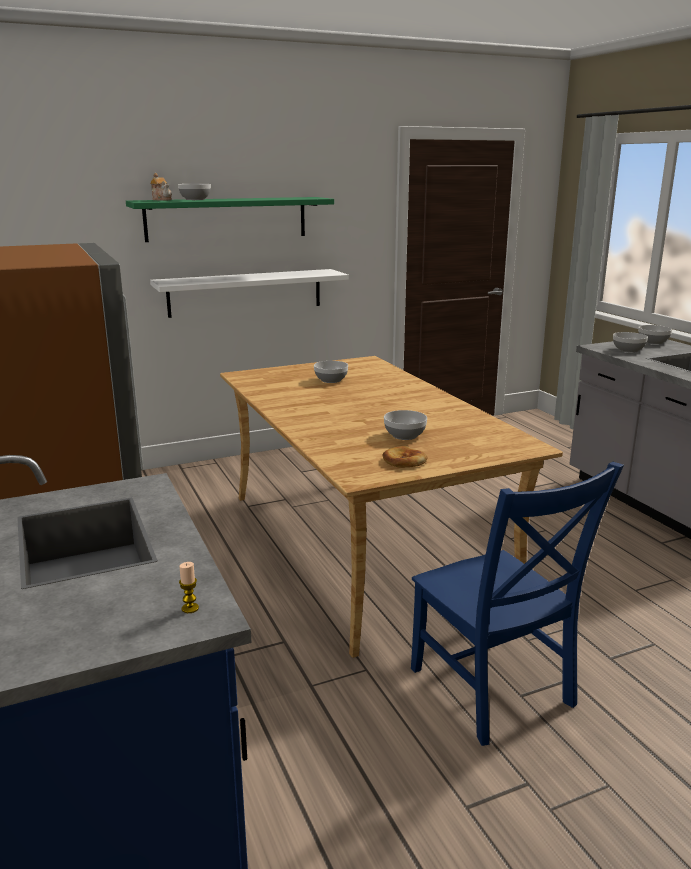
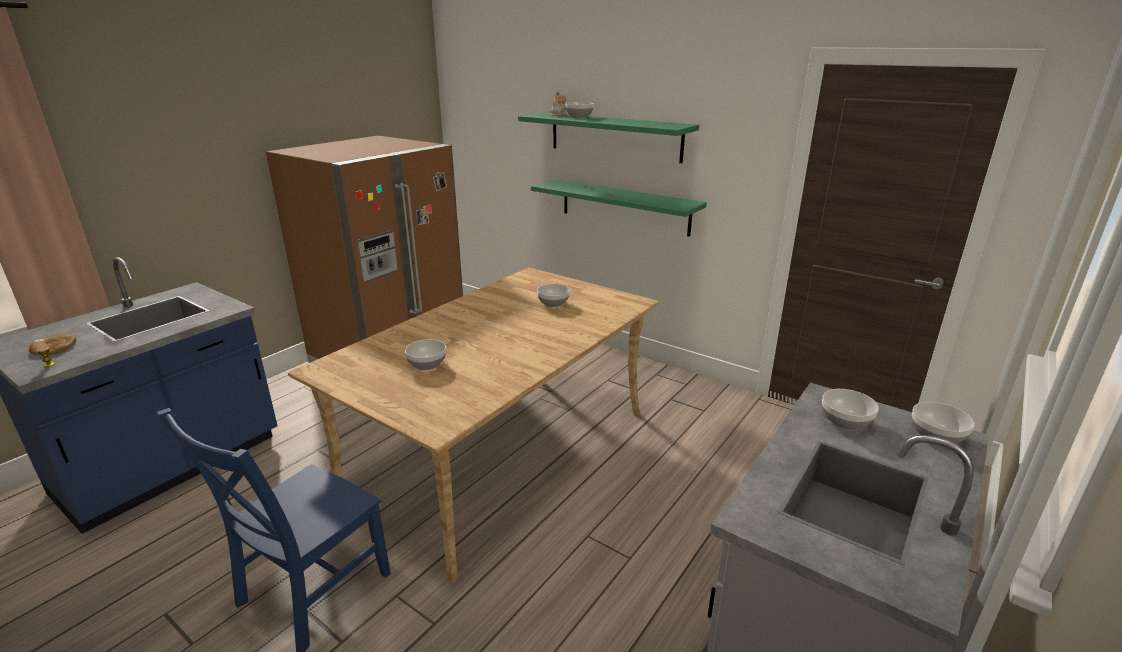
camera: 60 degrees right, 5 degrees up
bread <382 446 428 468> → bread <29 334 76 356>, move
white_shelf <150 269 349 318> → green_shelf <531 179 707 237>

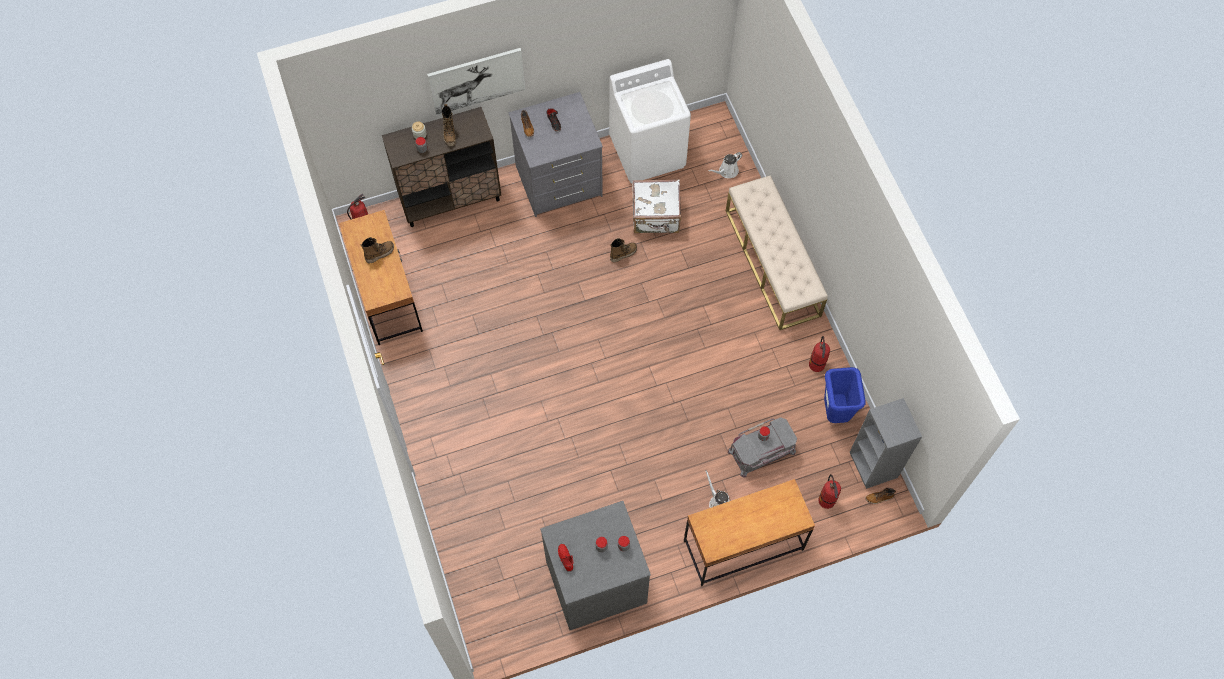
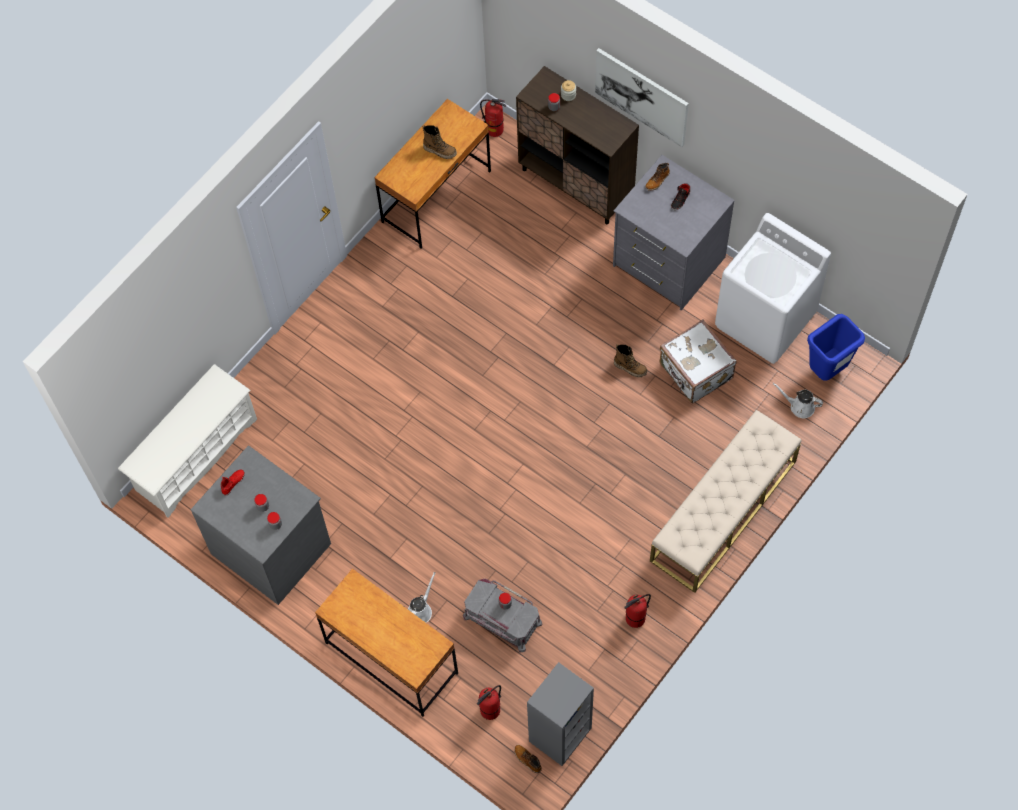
camera: 60 degrees right, 0 degrees up
boot <442 104 456 146> → -
- → white_shoe_rack <118 364 257 518>
blue_trash_can <824 367 866 423> → blue_trash_can <807 314 865 381>, move

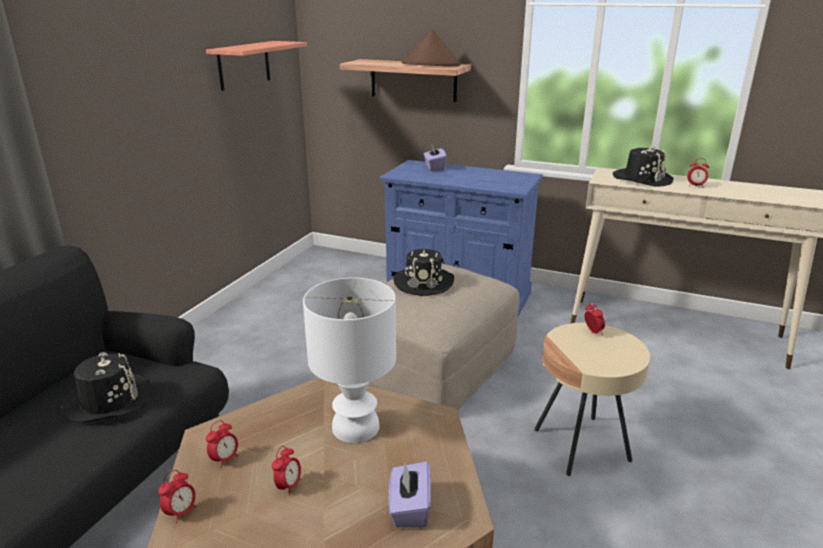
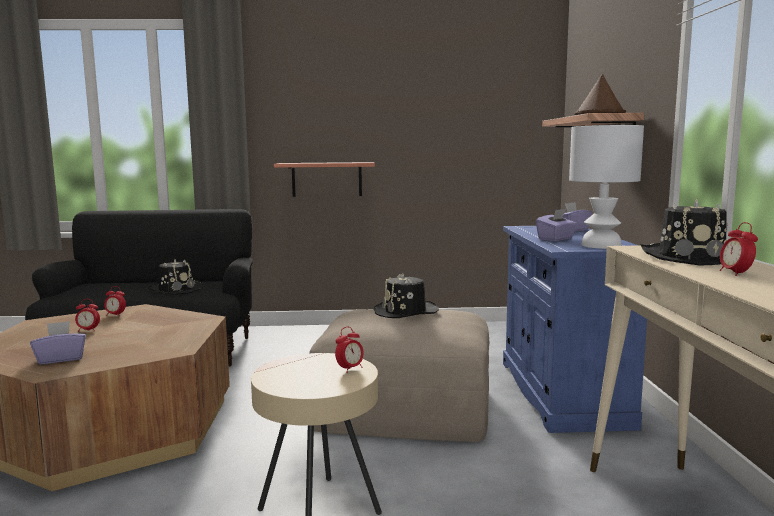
camera: 65 degrees right, 15 degrees down
alarm_clock <158 470 196 523> → -
- → purple_tissue_box <536 209 577 241>
shelf <206 41 307 91> → shelf <274 162 375 197>, move
white_table_lamp <303 278 396 443> → white_table_lamp <569 125 644 249>, move

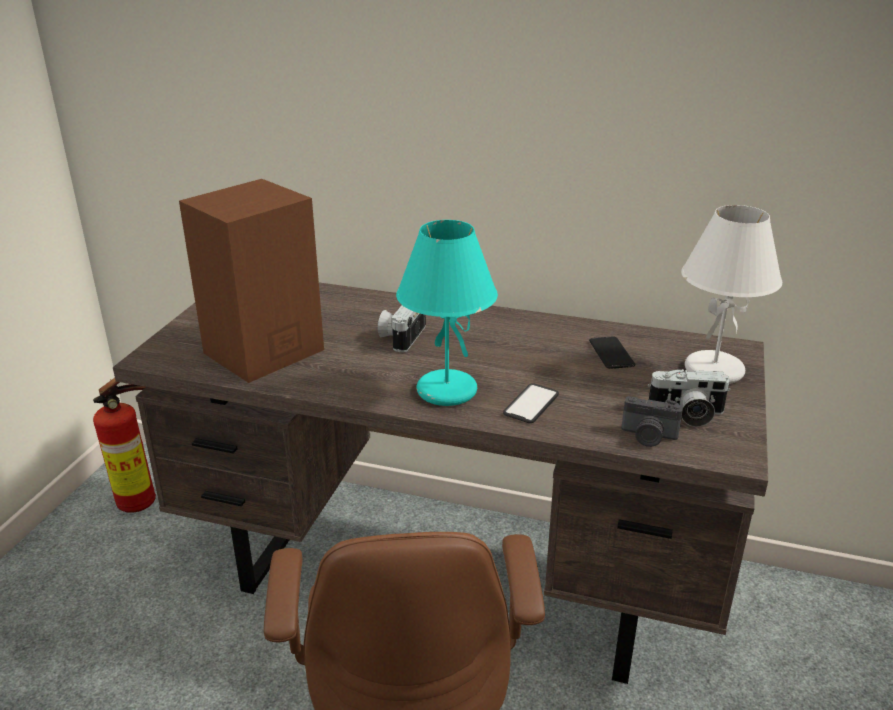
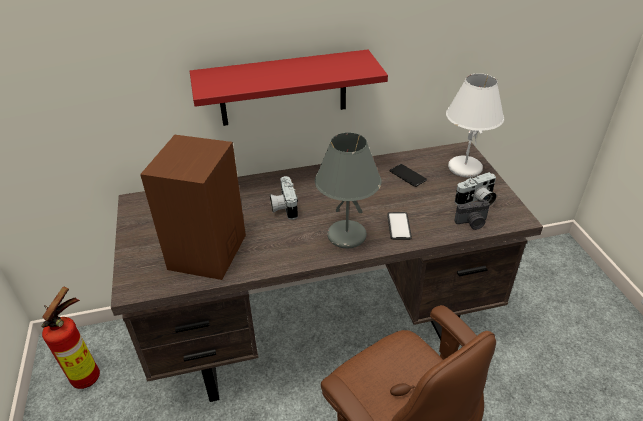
camera: 30 degrees left, 10 degrees up
- → red_shelf <190 50 388 126>
turquoise_table_lamp <396 220 498 406> → grey_table_lamp <315 132 381 248>

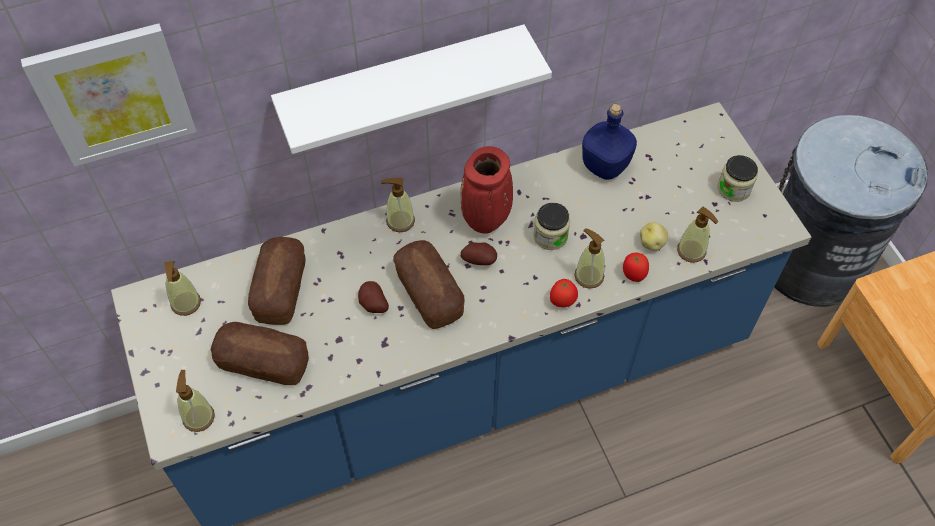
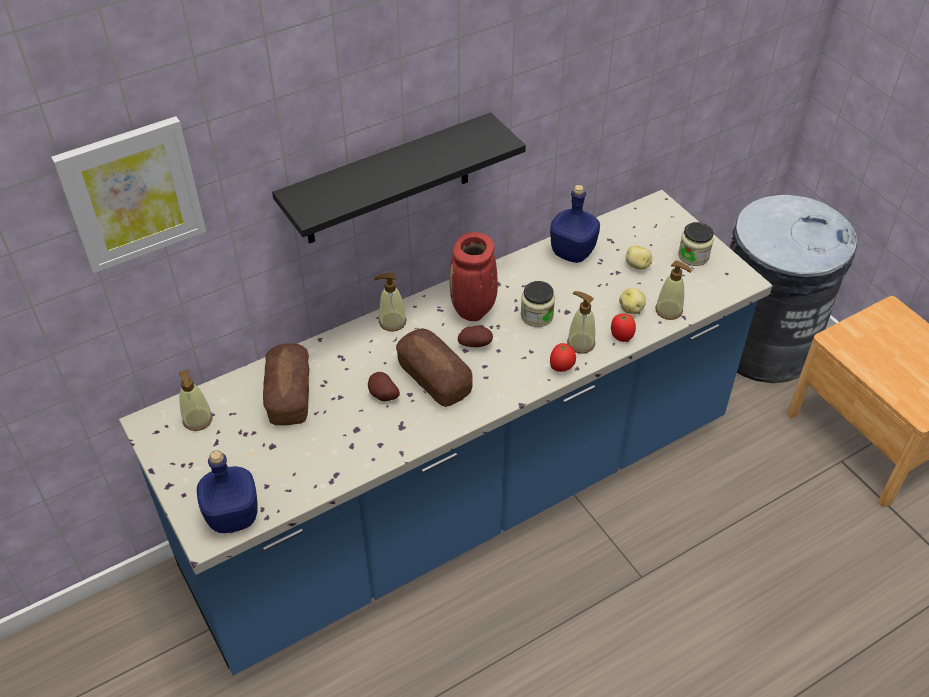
camera: 10 degrees left, 10 degrees down
bread <211 322 309 385> → -
- → potato <626 246 652 270>
soap_dispenser <176 370 215 432> → blue_bottle <197 450 258 533>
white_shelf <271 24 552 154> → black_shelf <272 112 526 244>

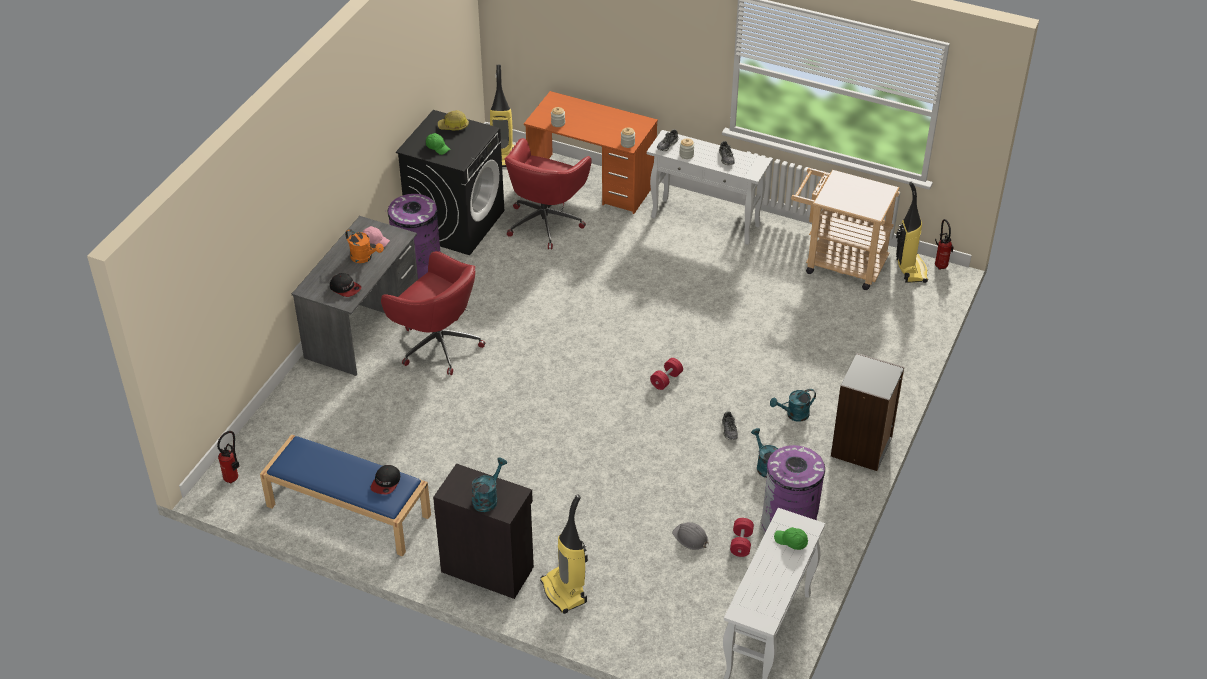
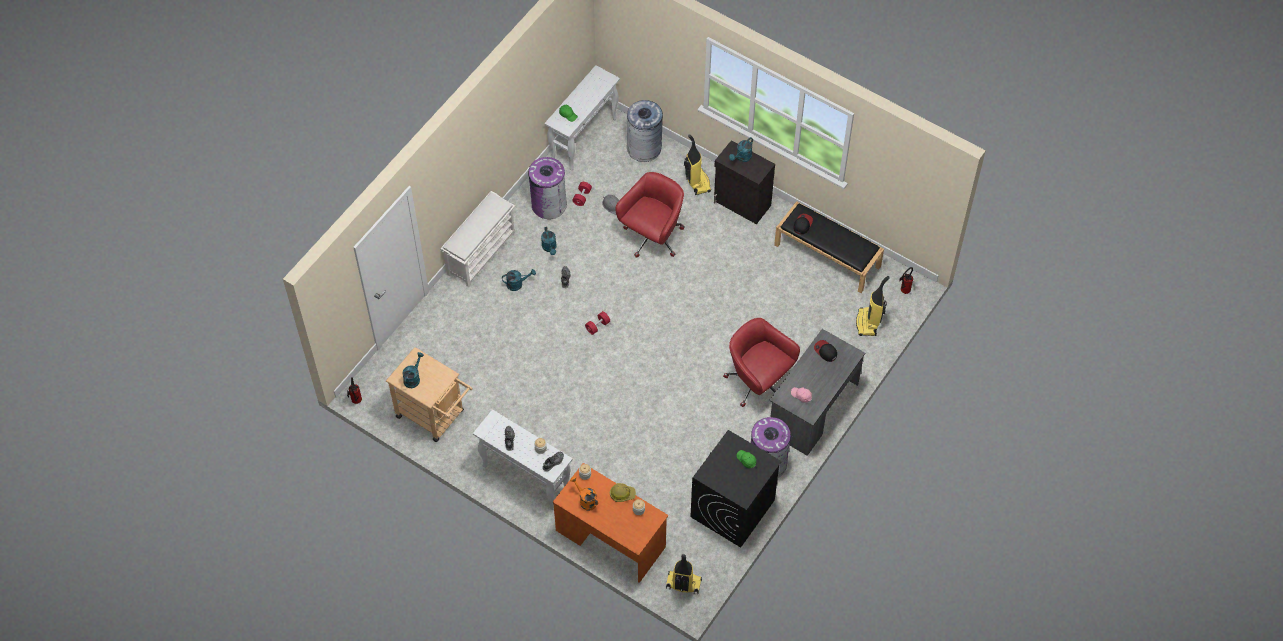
camera: 170 degrees left, 15 degrees up
- → turquoise_watering_can <402 352 424 388>
- → grey_trash_can <627 100 663 162>
orange_watering_can <345 229 384 263> → orange_watering_can <570 476 598 511>, move
hard_hat <438 110 469 130> → hard_hat <610 483 636 502>, move
red_office_chair <505 138 592 249> → red_office_chair <615 172 685 258>, move
vacuum_cleaner <896 181 928 283> → vacuum_cleaner <856 276 890 336>, move
grey_bookcase <831 353 904 471> → white_shoe_rack <440 191 515 287>
blue_bench <260 434 431 557> → black_bench <774 201 884 293>

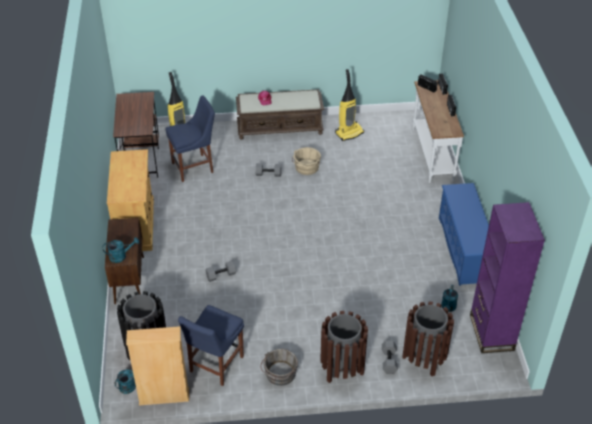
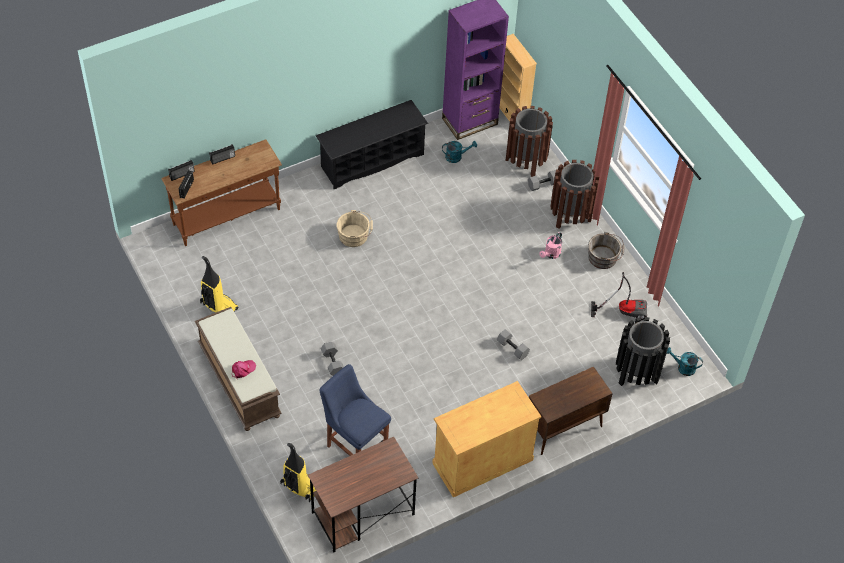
camera: 115 degrees left, 10 degrees up
turquoise_watering_can <103 237 139 263> → -
- → pink_watering_can <539 232 562 259>
beige_bookcase <126 326 189 405> → beige_bookcase <499 34 537 122>, move
beige_bucket <292 147 321 175> → beige_bucket <336 210 373 247>, move
blue_chair <178 305 244 386> → vacuum_cleaner <591 272 647 320>
white_console_table <413 80 464 183> → brown_console_table <162 139 282 246>
blue_shoe_rack <439 183 489 286> → black_shoe_rack <316 100 428 189>

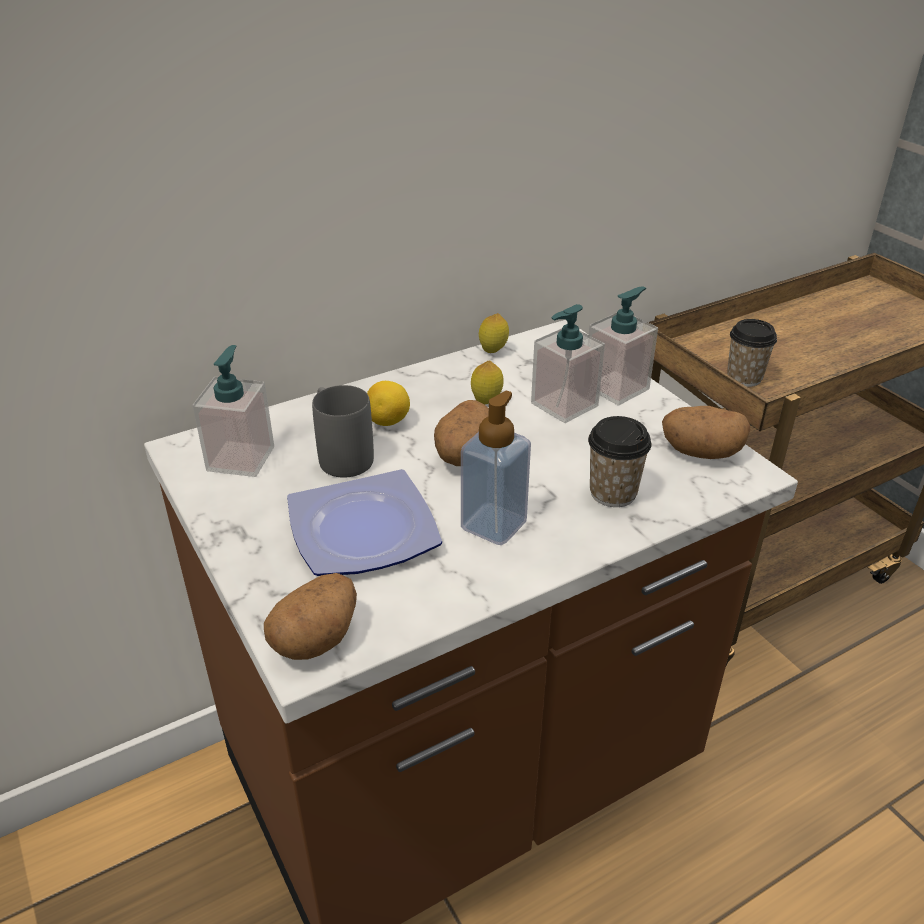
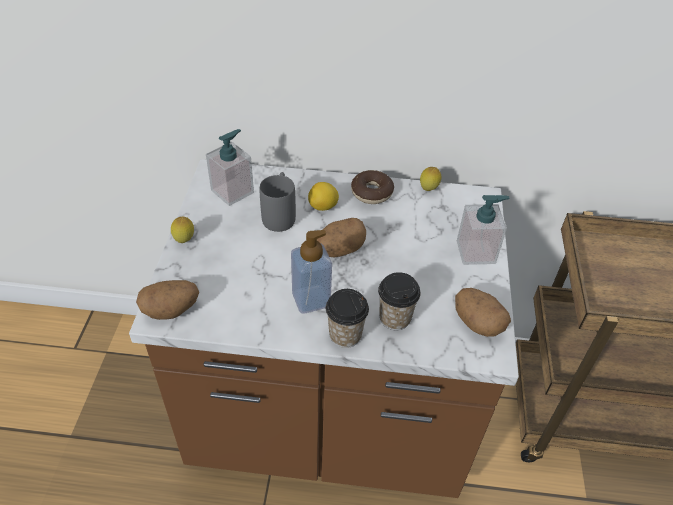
camera: 35 degrees right, 10 degrees up
plate <287 469 442 576> → -
soap_dispenser <531 304 605 423> → -
- → donut <351 170 394 204>
lemon <471 361 504 404> → lemon <171 217 194 243>, move
cup <727 319 777 387> → cup <326 289 369 348>, move

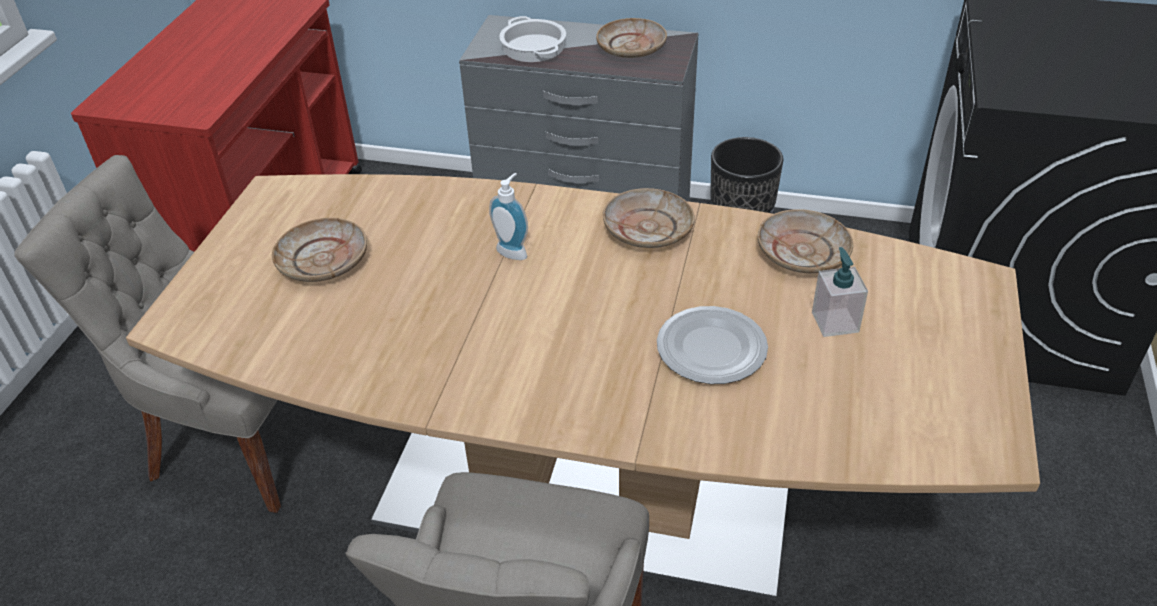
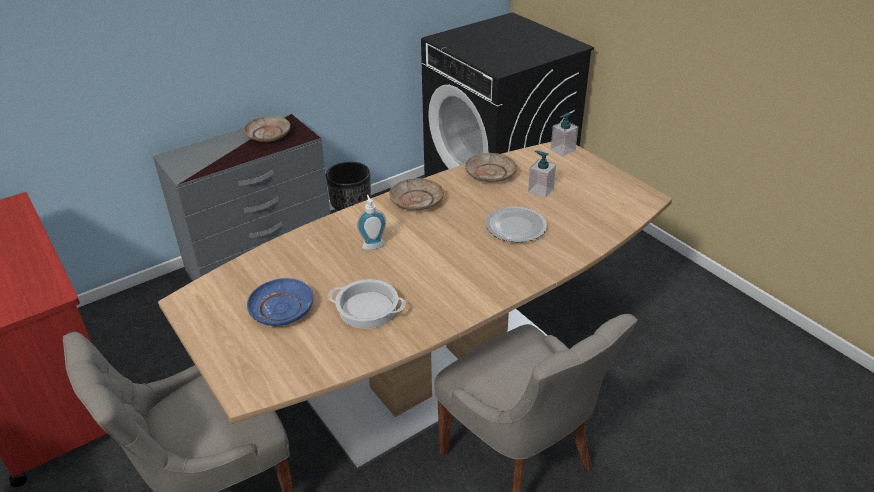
camera: 50 degrees left, 5 degrees down
- → soap_dispenser <551 113 578 156>
cooking_pot <499 16 566 62> → cooking_pot <328 279 406 329>, move
beige_plate <272 218 367 282> → blue_plate <247 278 313 326>

